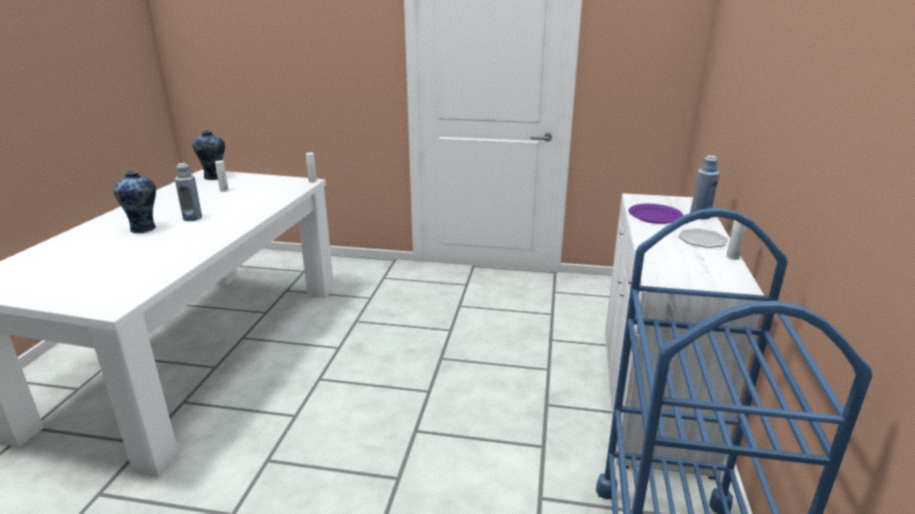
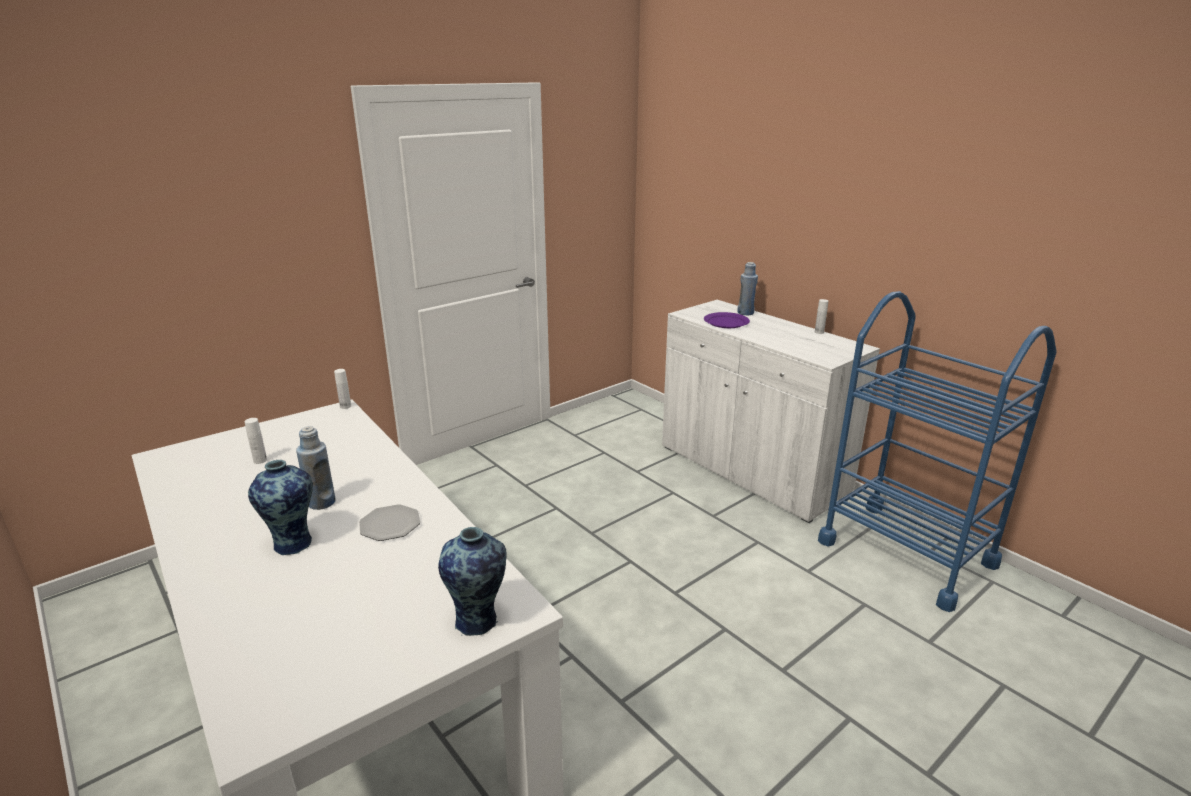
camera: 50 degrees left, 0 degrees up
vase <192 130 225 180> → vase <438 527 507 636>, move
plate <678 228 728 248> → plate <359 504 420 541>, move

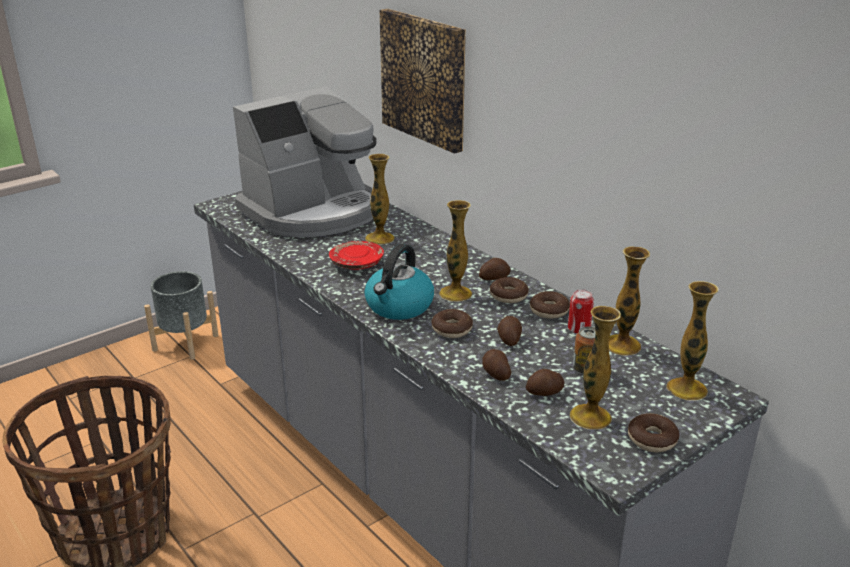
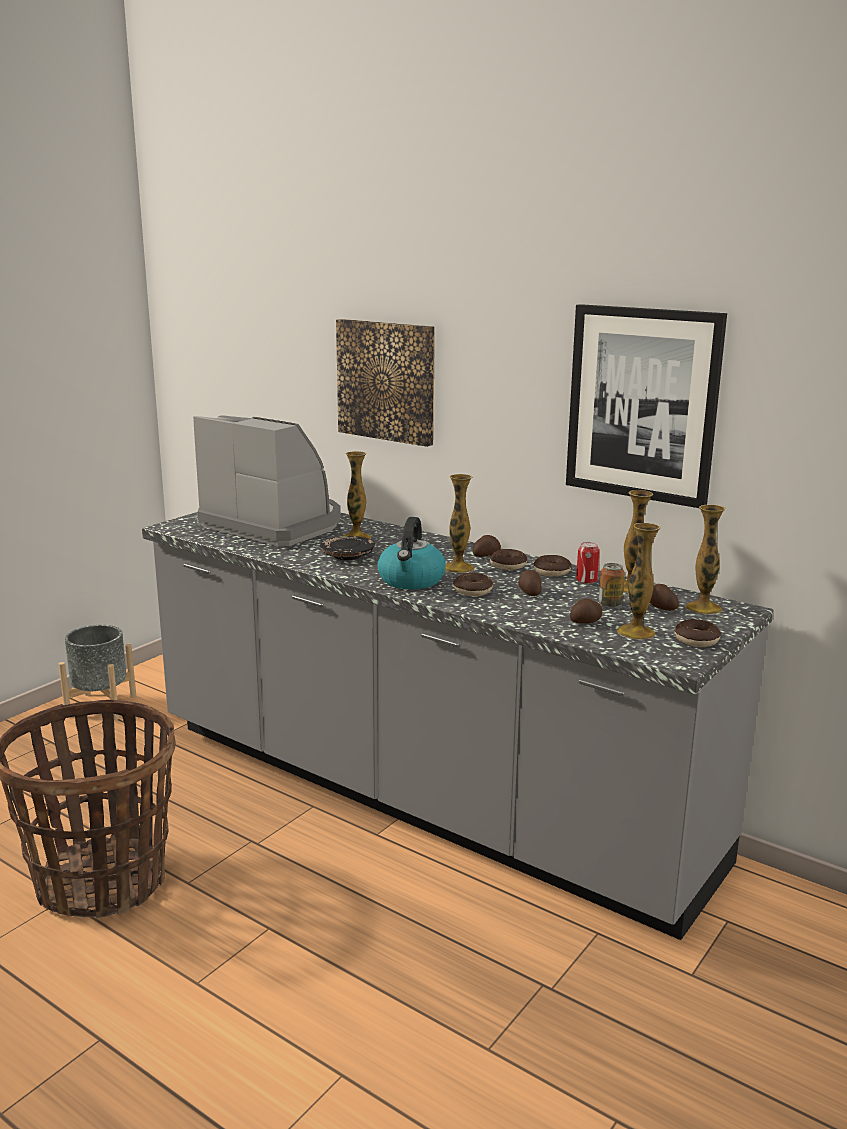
camera: 15 degrees left, 10 degrees down
- → picture <566 304 727 508>
potato <482 349 511 381> → potato <650 584 679 611>, move
red_plate <329 241 384 270> → black_plate <320 536 375 560>
coffee_machine <233 86 377 238> → coffee_machine <193 415 341 547>, 90 degrees counterclockwise

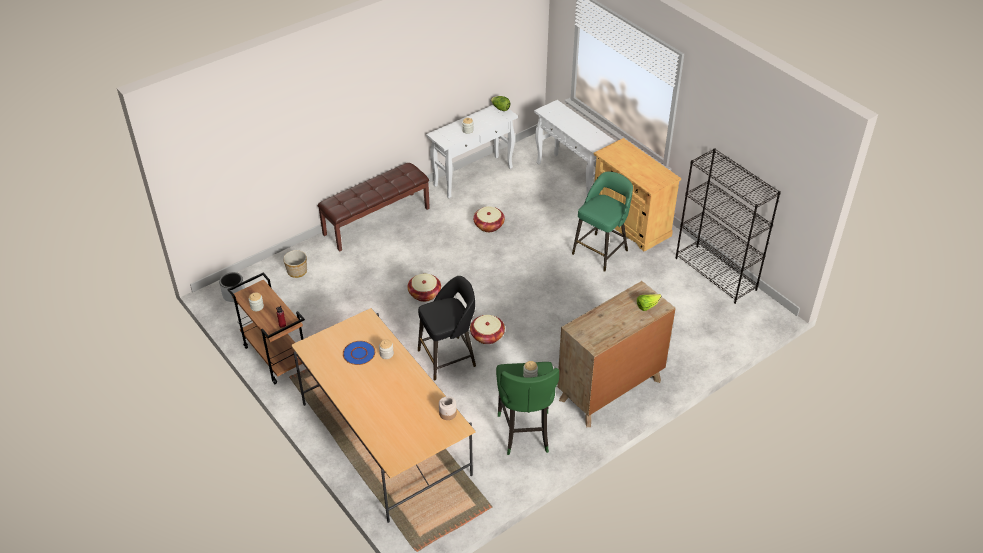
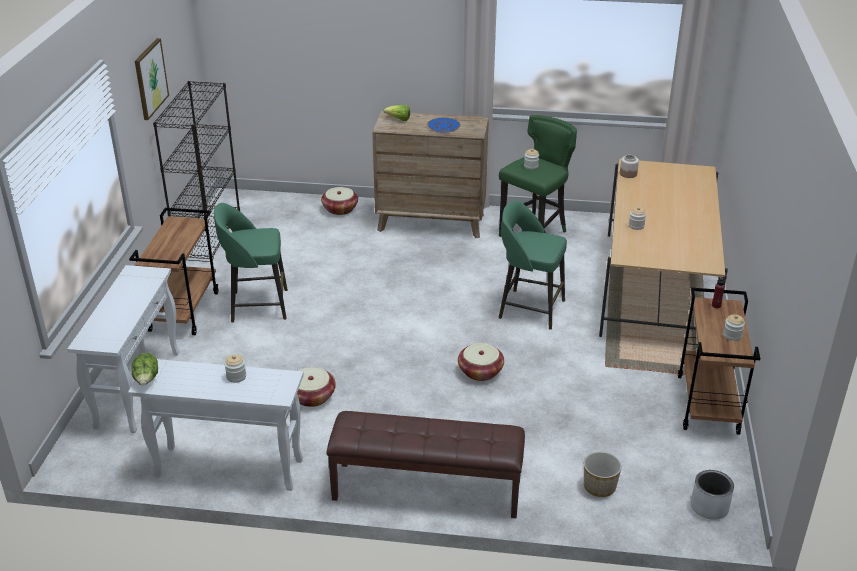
camera: 135 degrees left, 10 degrees down
- → picture <135 38 169 120>
blue_plate <343 341 375 365> → blue_plate <427 117 460 133>, move
basket <470 315 505 344> → basket <321 187 358 215>, move
beige_cabinet <593 138 681 251> → brown_cart <129 208 219 335>
black_stool <418 276 476 380> → green_stool <499 200 567 330>

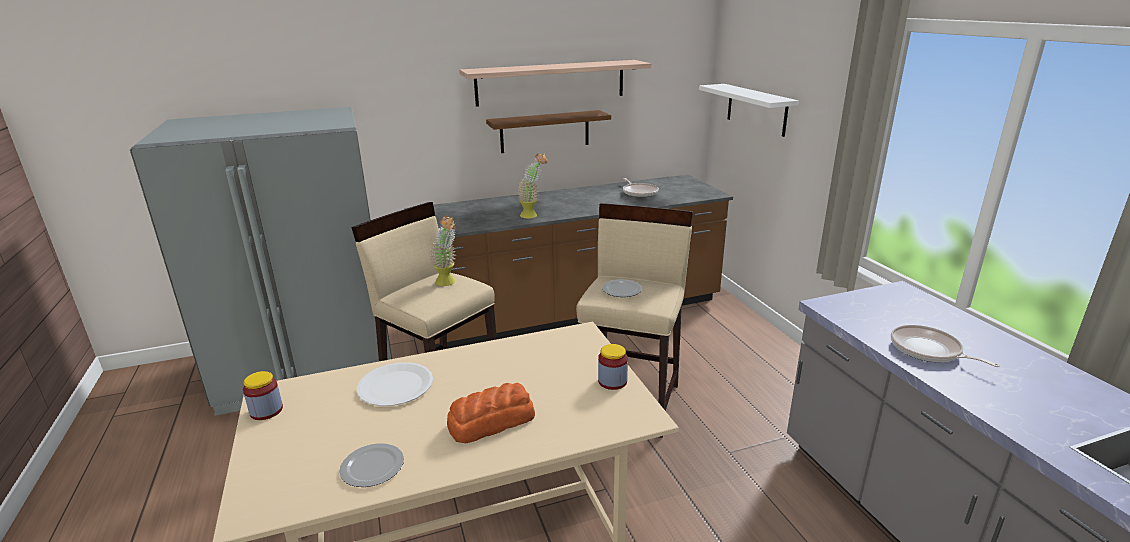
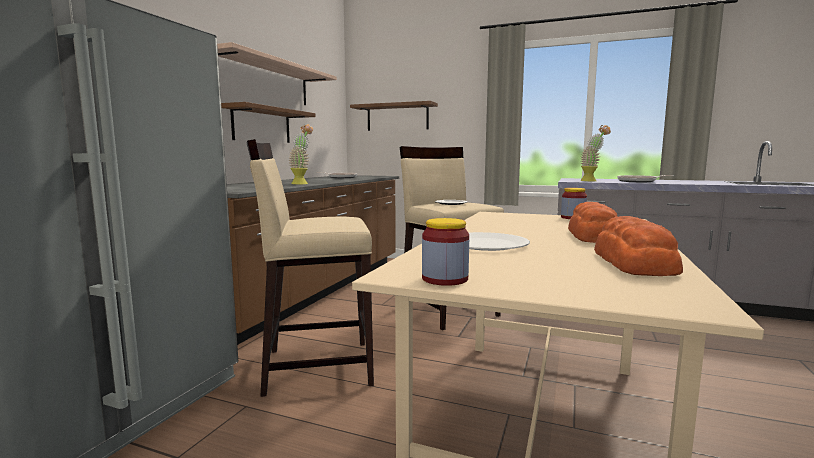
camera: 50 degrees left, 15 degrees down
potted_plant <430 216 456 286> → potted_plant <580 125 611 181>, move
plate <339 443 404 487> → bread <594 216 683 276>
white_shelf <699 84 799 137> → brown_shelf <350 101 438 131>

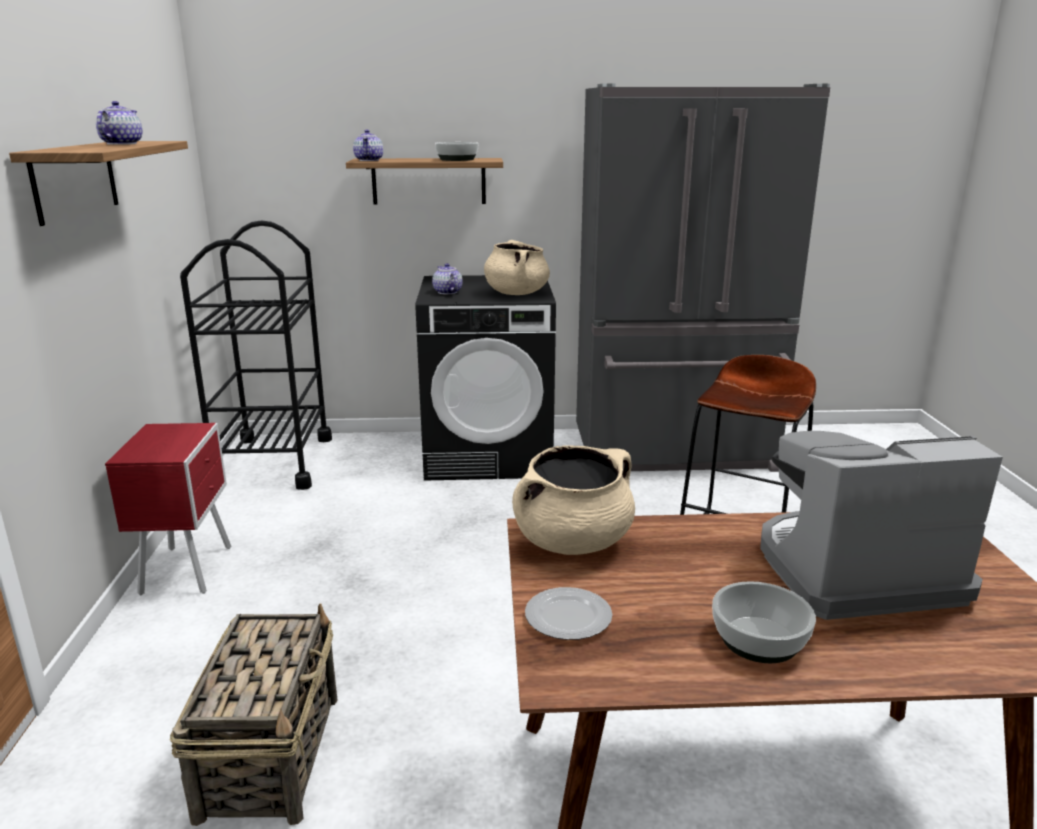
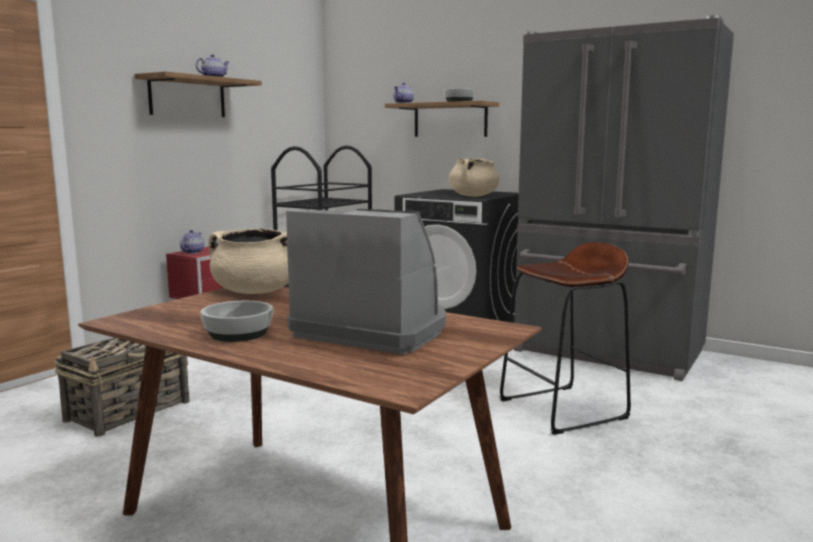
camera: 35 degrees right, 10 degrees down
plate <525 587 613 640> → -
teapot <432 263 463 294> → teapot <180 230 204 254>, move

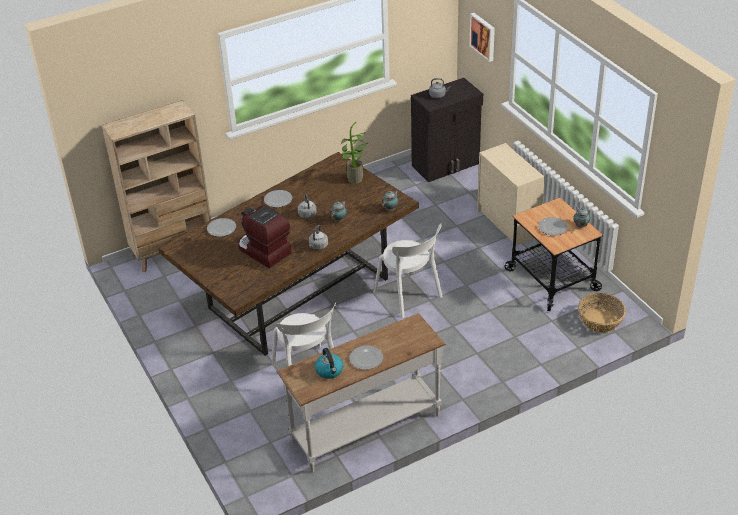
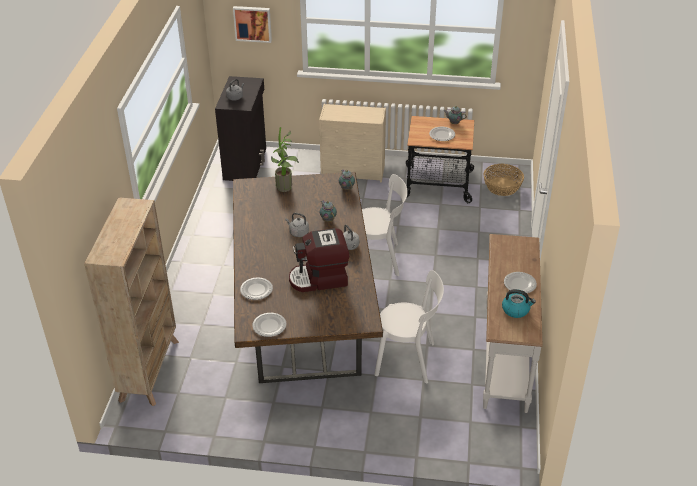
camera: 55 degrees left, 0 degrees up
plate <264 190 292 207> → plate <252 313 286 337>, move

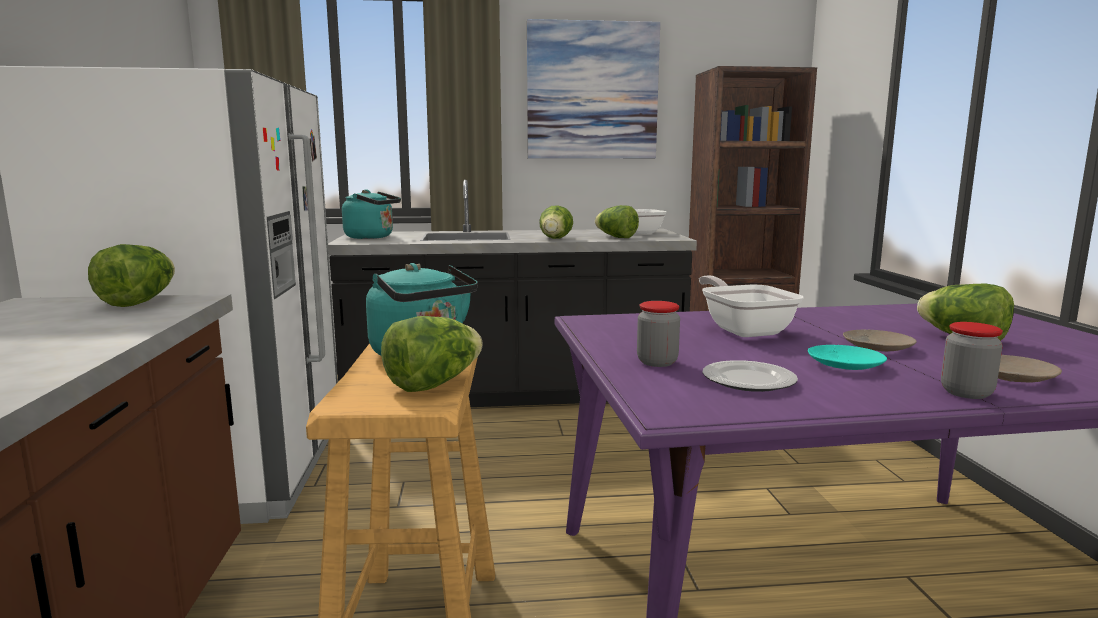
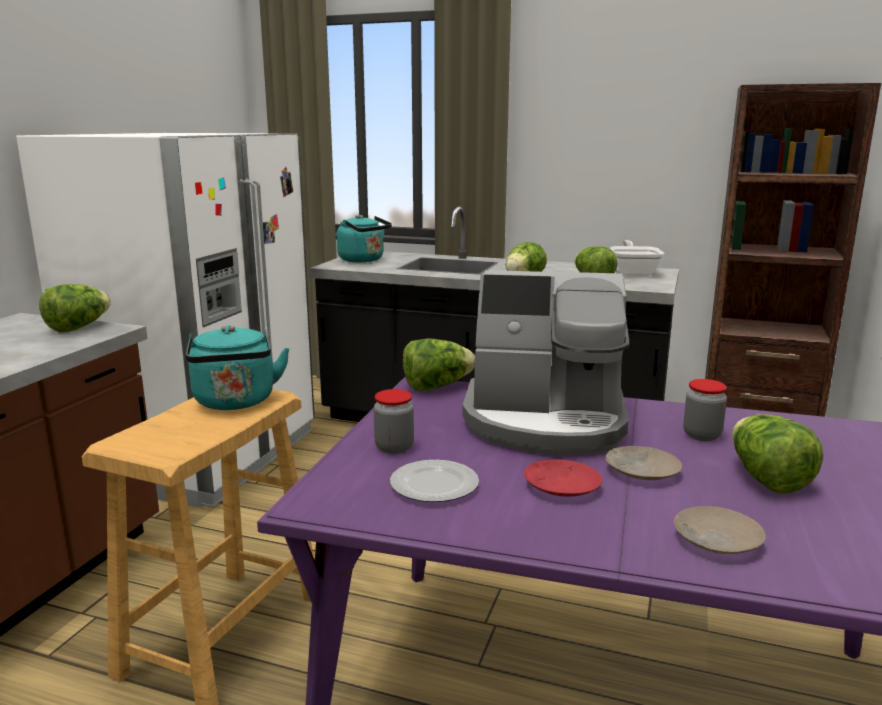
camera: 25 degrees right, 5 degrees up
picture <527 19 660 159> → -
lettuce <381 316 483 392> → lettuce <403 339 475 391>, move
jar <941 322 1003 399> → jar <683 379 727 441>, move
frying_pan <699 276 804 337> → coffee_machine <462 270 629 455>
turquoise_plate <808 345 887 370> → red_plate <524 459 602 497>

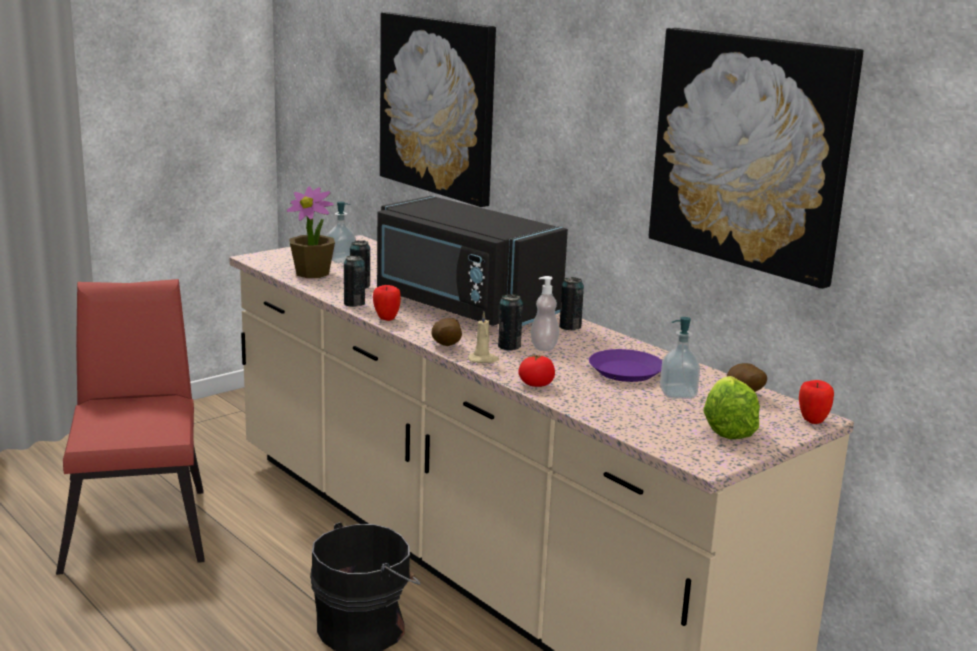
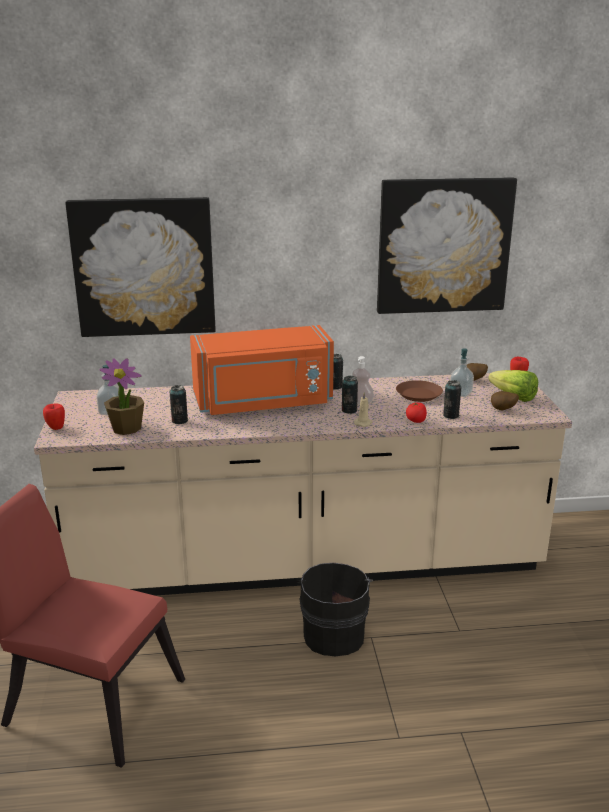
camera: 55 degrees left, 5 degrees up
can <344 255 365 307> → can <443 380 462 419>, move
apple <373 285 401 321> → apple <43 404 65 430>, move
potato <431 318 462 346> → potato <491 391 519 410>, move
black_microwave <377 196 568 326> → orange_microwave <190 325 334 415>
purple_plate <589 349 662 382> → brown_plate <396 380 443 402>

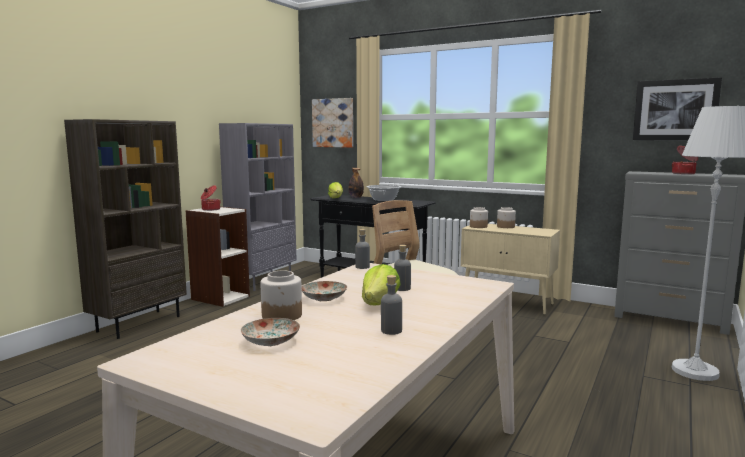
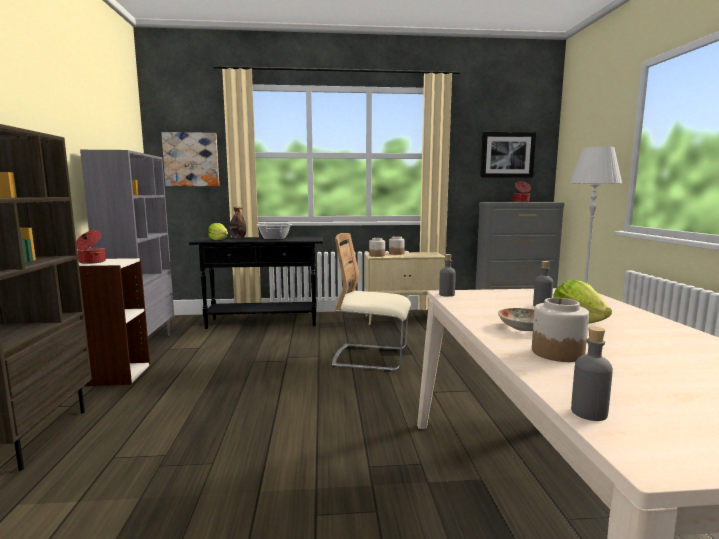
camera: 35 degrees left, 0 degrees up
plate <241 318 300 346> → -
grey_bottle <381 275 402 335> → grey_bottle <571 327 613 421>, move

